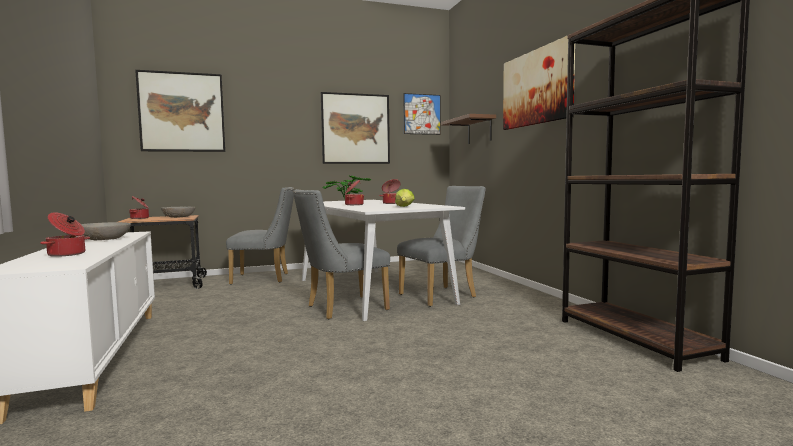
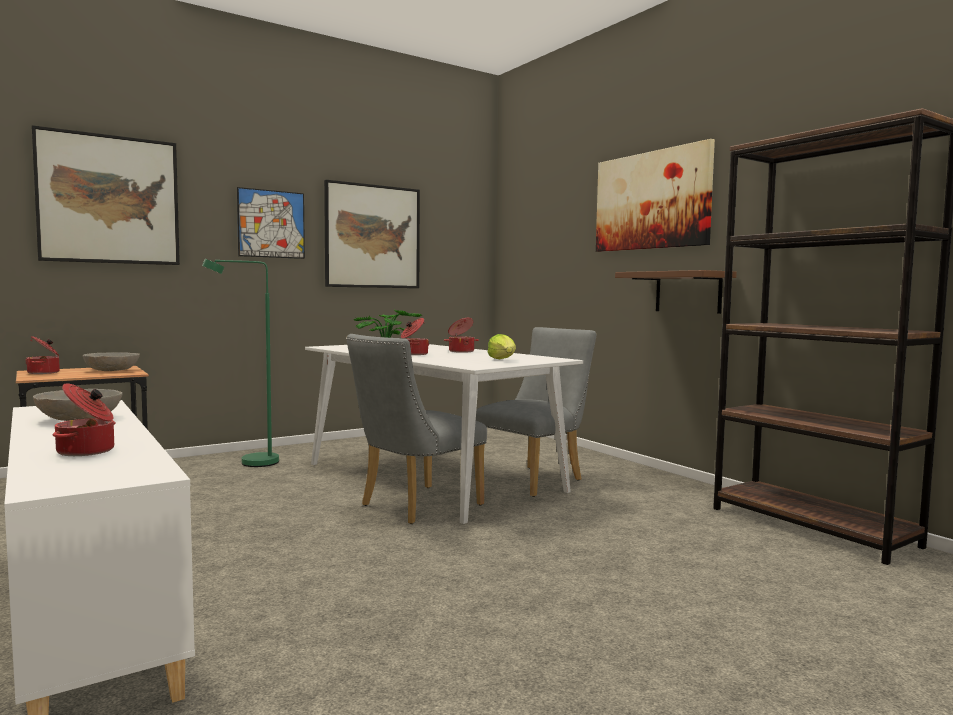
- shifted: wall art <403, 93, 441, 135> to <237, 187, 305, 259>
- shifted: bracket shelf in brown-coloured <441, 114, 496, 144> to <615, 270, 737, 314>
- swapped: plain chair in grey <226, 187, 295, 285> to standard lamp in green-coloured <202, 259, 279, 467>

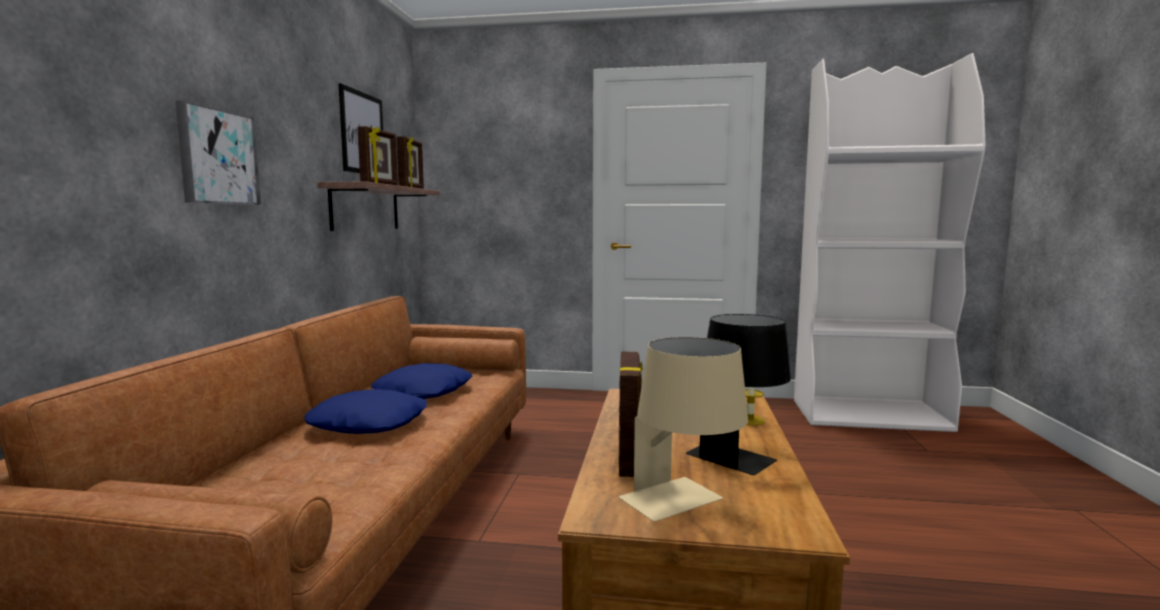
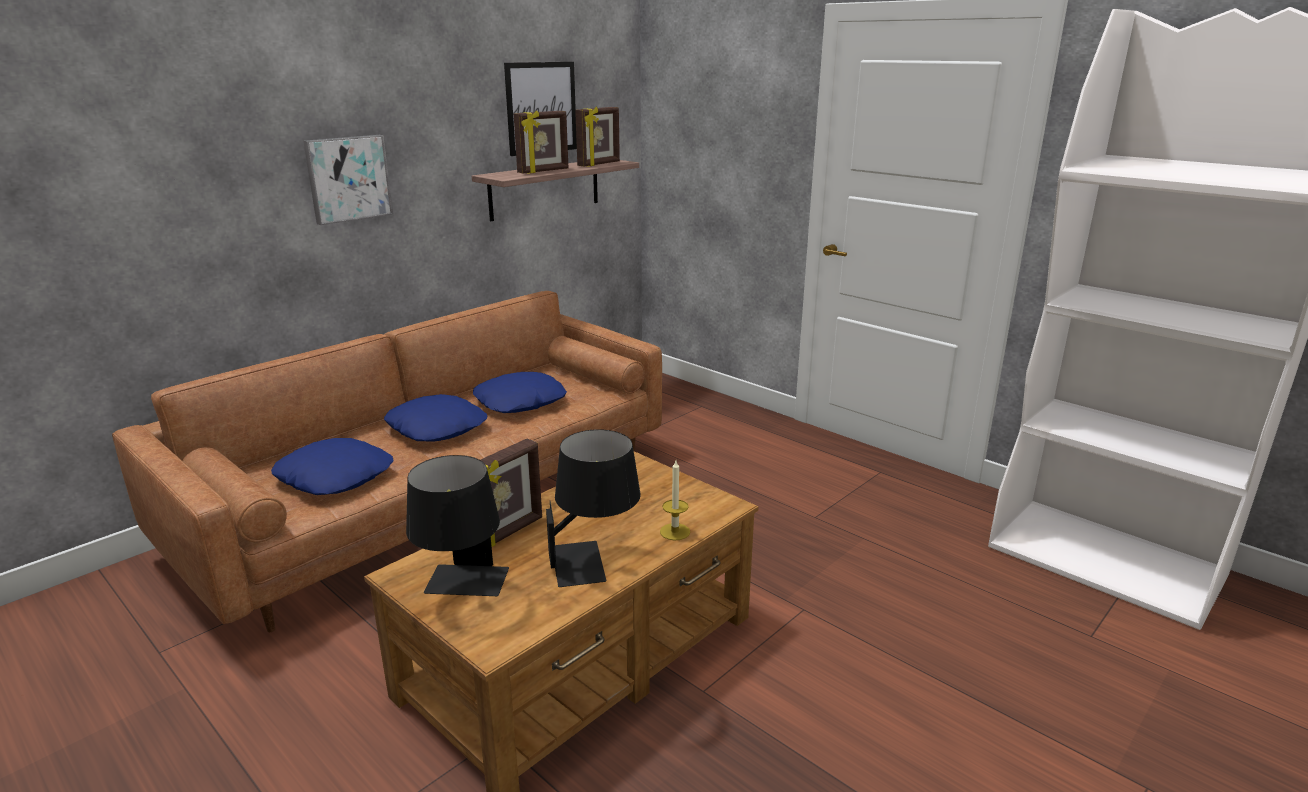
- new: cushion in bluish <271, 438, 393, 495>
- repainted: lamp for a table in sand-coloured <619, 337, 748, 522> to lamp for a table in blackish <406, 455, 509, 596>

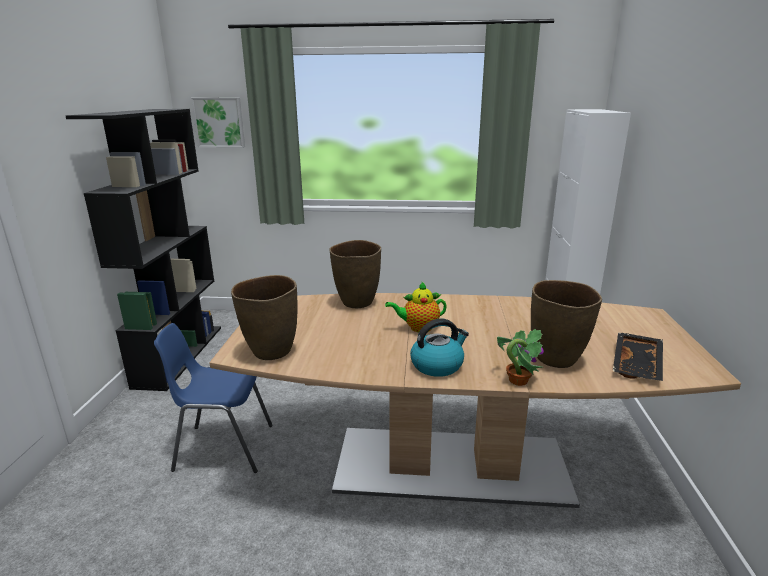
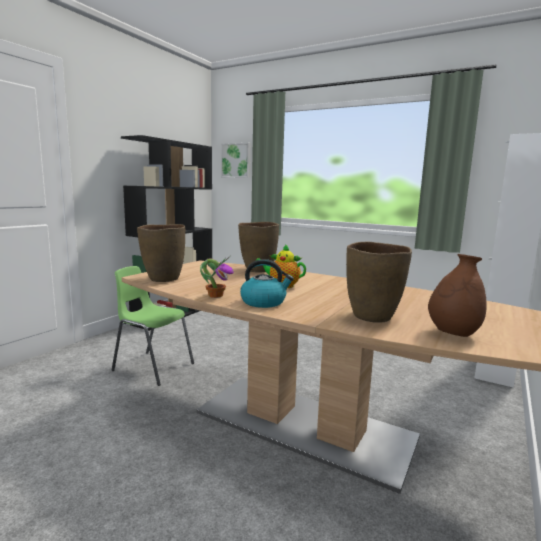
- shifted: plant in a pot <497, 329, 544, 386> to <200, 256, 234, 298>
- swapped: carrying tray in blackish <613, 332, 663, 381> to flower vase in brown-coloured <428, 254, 487, 337>
- repainted: plain chair in bluish <154, 323, 273, 473> to plain chair in green-coloured <112, 266, 194, 386>

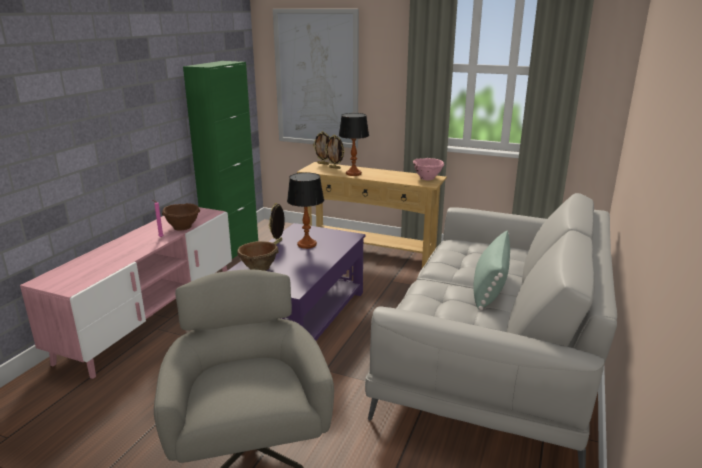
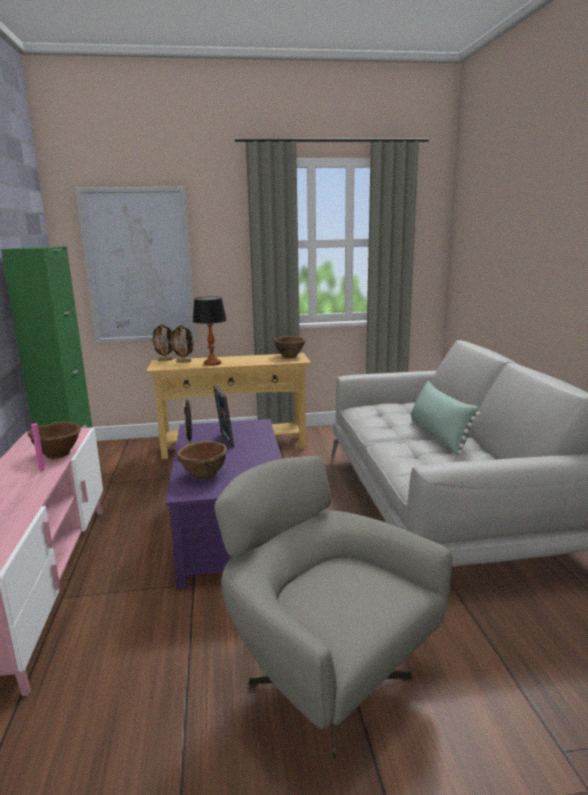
- swapped: lamp for a table <287, 172, 324, 249> to photo frame <213, 385, 235, 448>
- repainted: bowl in pink <413, 158, 444, 180> to bowl in brown-coloured <273, 336, 306, 358>

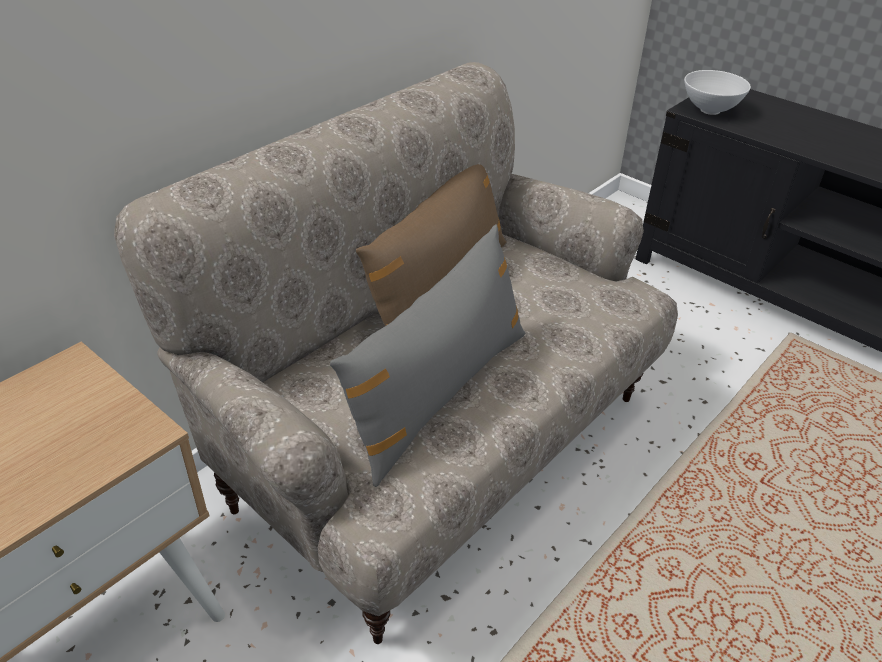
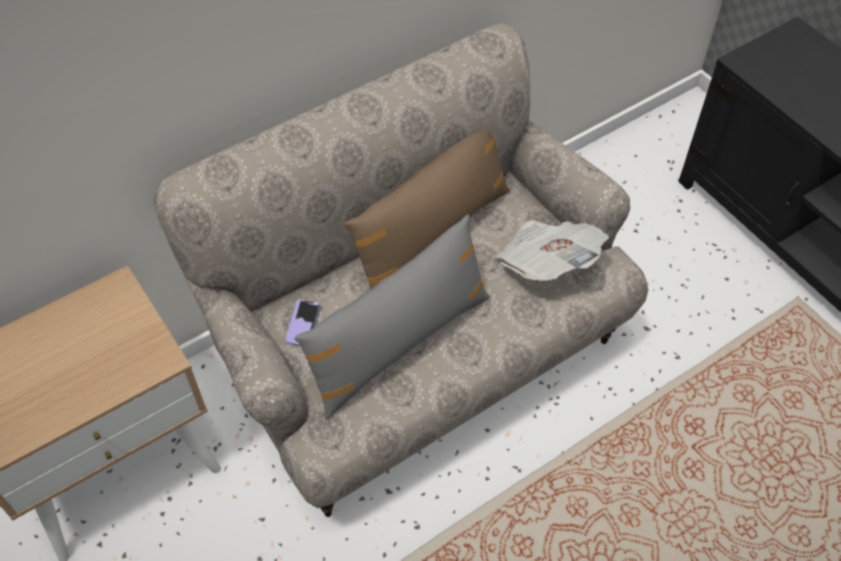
- gone: bowl in whitish <684, 70, 751, 115>
- new: phone <286, 299, 321, 346>
- new: newspaper <496, 221, 609, 281>

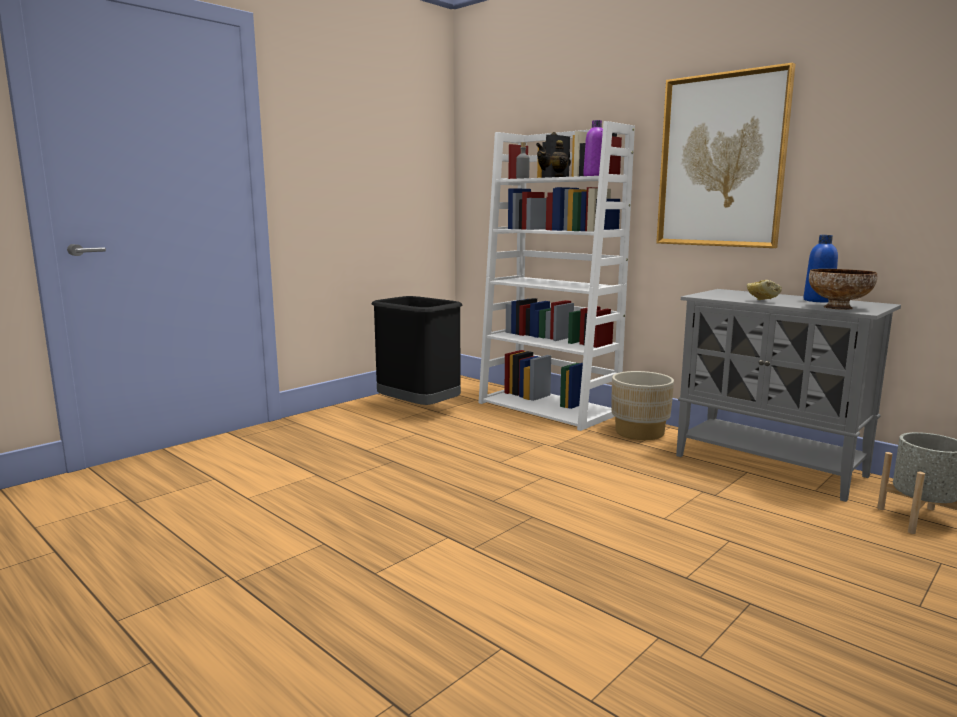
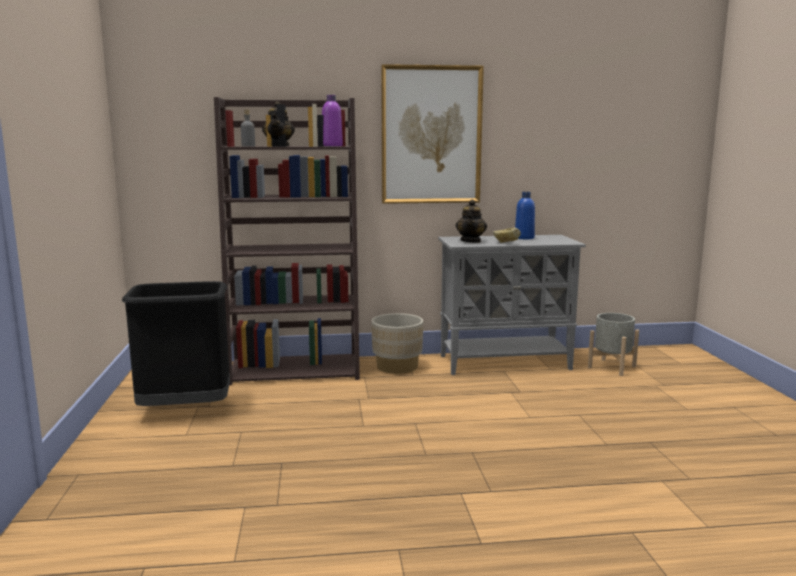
- gone: bowl <809, 269, 877, 310>
- new: pot for tea <456, 199, 487, 243>
- repainted: bookshelf in whitish <479, 121, 635, 431> to bookshelf in brown-coloured <214, 97, 360, 385>

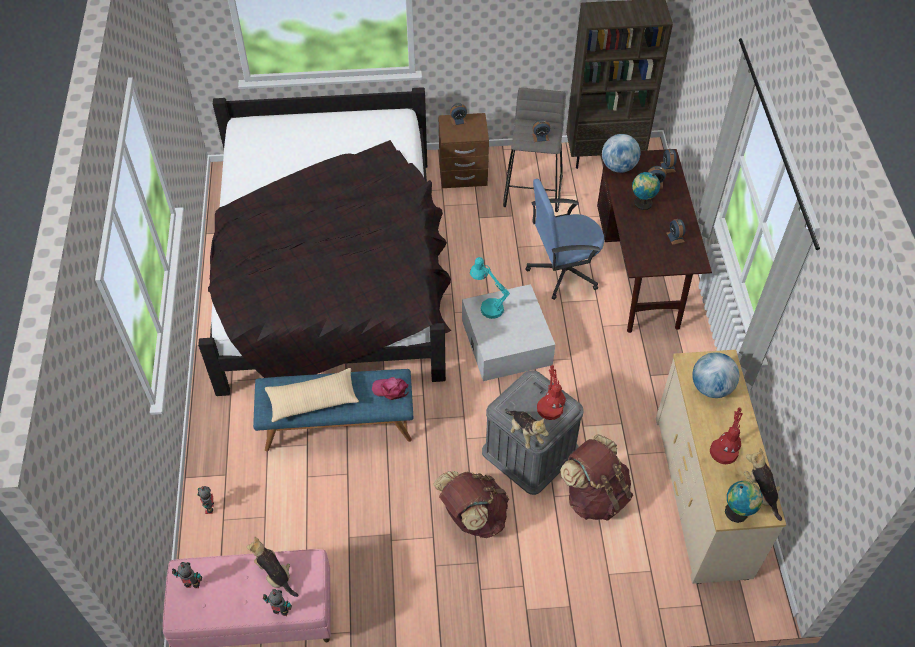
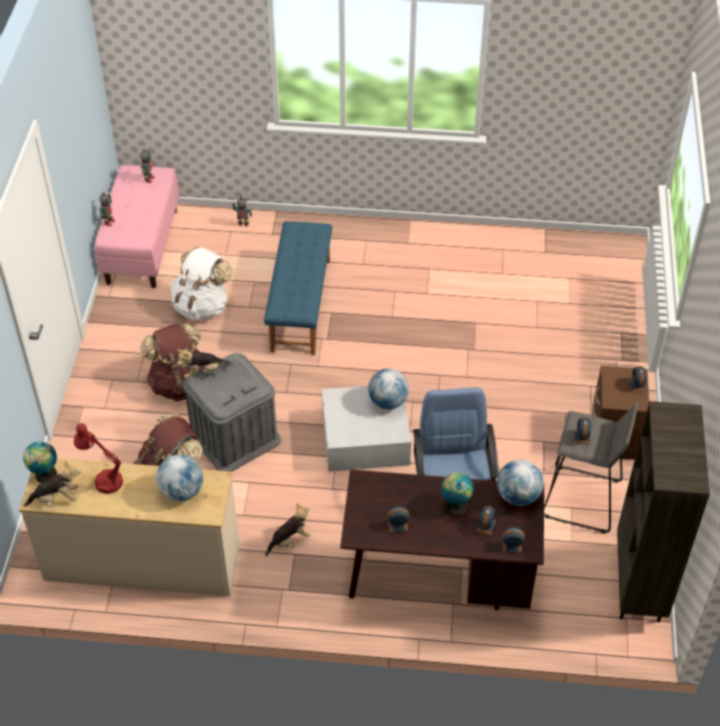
- gone: bed in blackish <198, 87, 451, 396>
- gone: cushion in sand-coloured <265, 368, 359, 422>
- gone: peaked cap in pink <372, 377, 409, 400>
- gone: lamp for a table in red <537, 366, 566, 420>
- new: backpack in whitish <171, 246, 233, 321>
- shifted: soft toy <247, 537, 298, 597> to <265, 503, 311, 556>
- swapped: lamp for a table in turquoise <470, 257, 510, 319> to desk globe <368, 368, 409, 409>

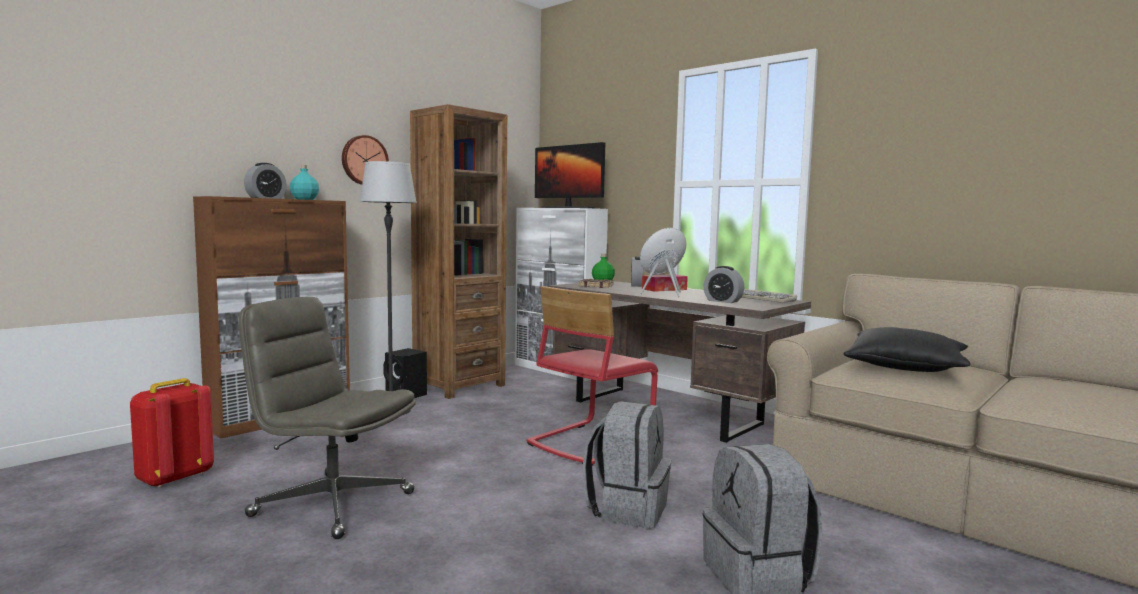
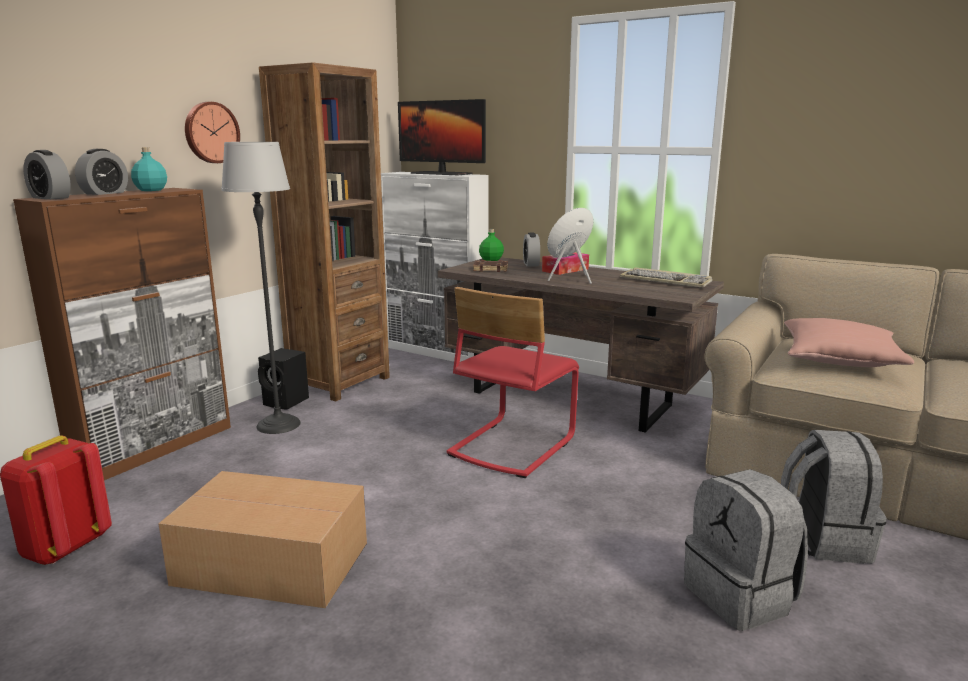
- shifted: backpack in grey <583, 401, 671, 528> to <781, 430, 887, 564>
- shifted: bedside clock <703, 266, 744, 303> to <24, 150, 71, 200>
- swapped: computer chair in grey <238, 297, 416, 539> to carton <158, 471, 367, 608>
- repainted: cushion in blackish <843, 327, 971, 372> to cushion in pink <784, 318, 914, 367>

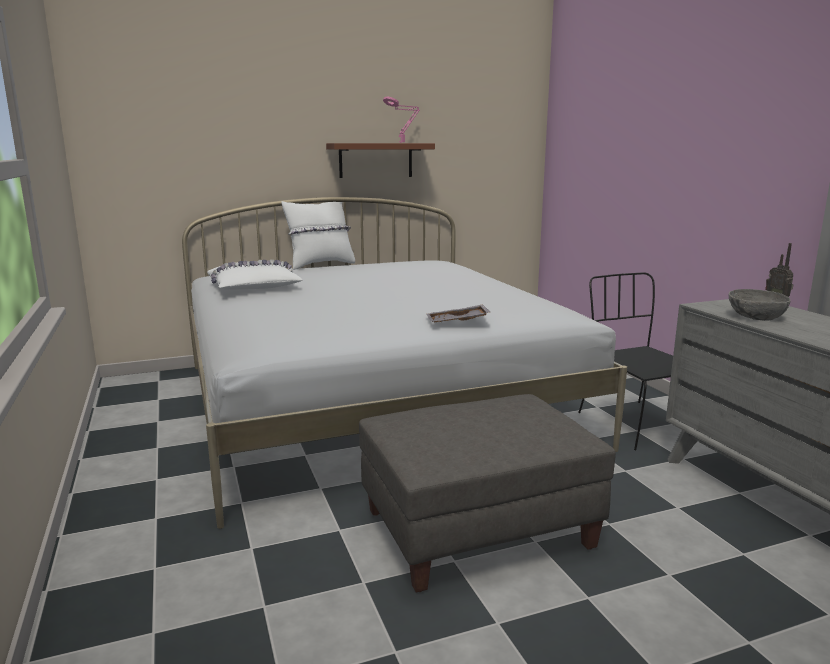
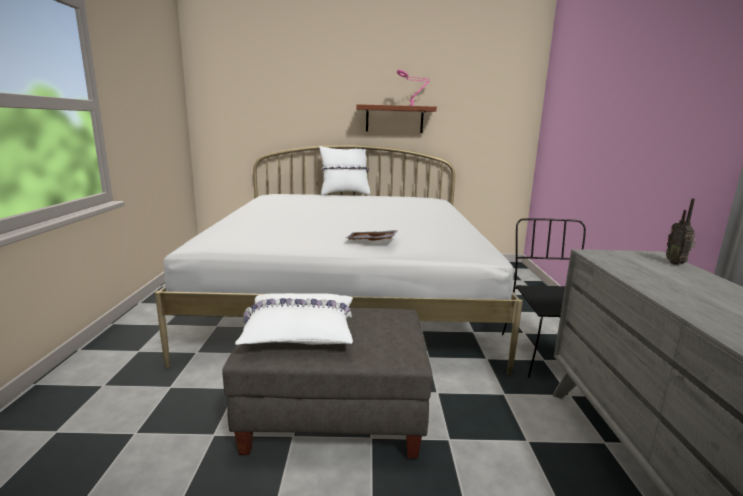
- gone: bowl in grey <729, 289, 791, 321>
- shifted: cushion in whitish <207, 260, 302, 290> to <235, 293, 353, 345>

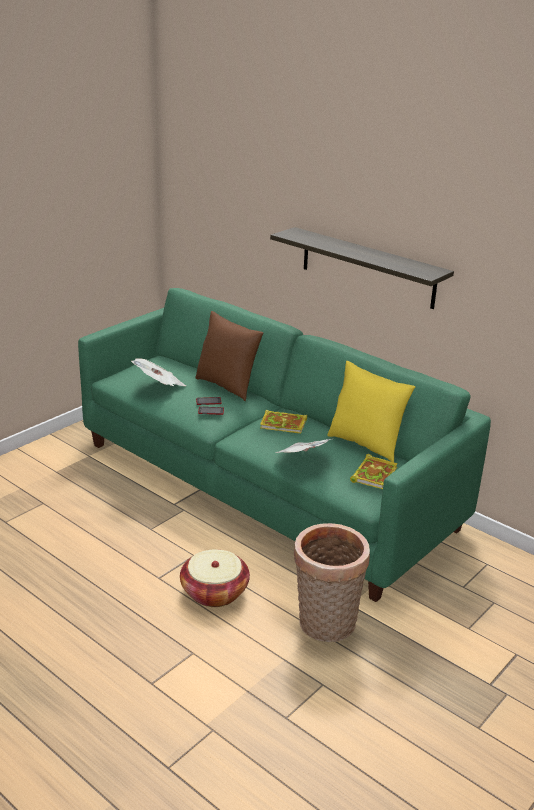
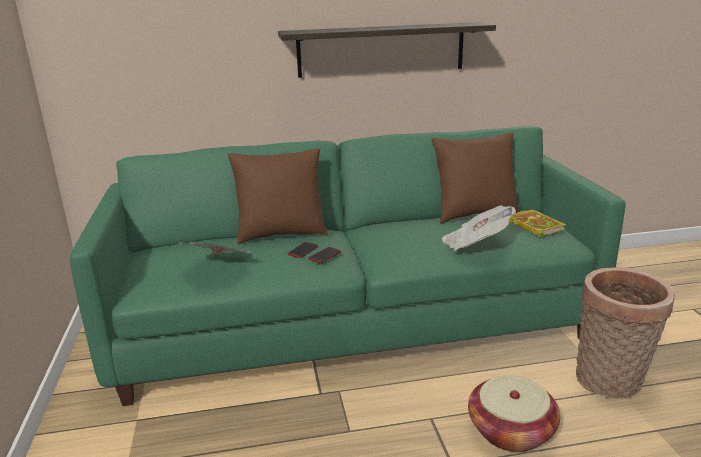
- gone: volume <260, 410, 307, 433>
- repainted: cushion in yellow <327, 361, 415, 462> to cushion in brown-coloured <431, 133, 520, 223>

